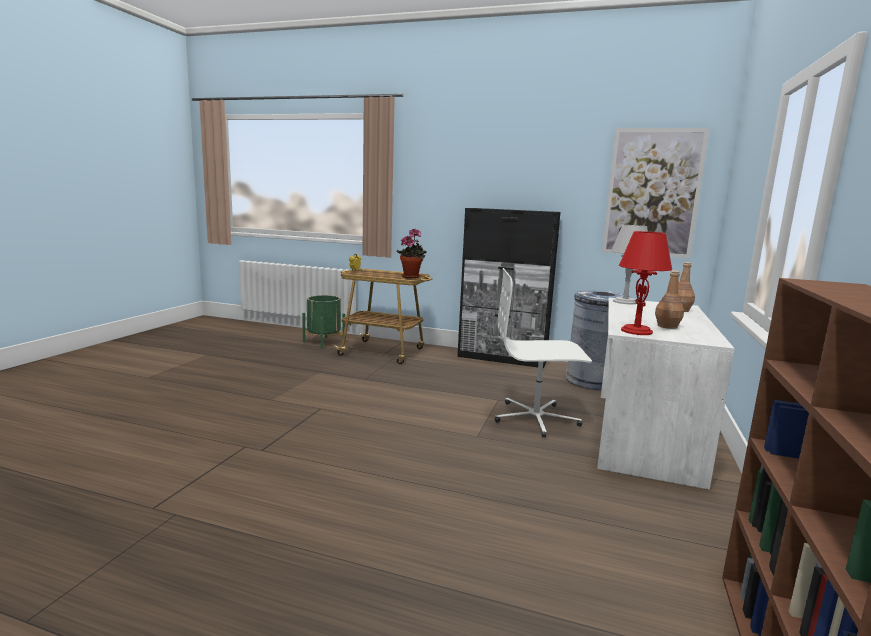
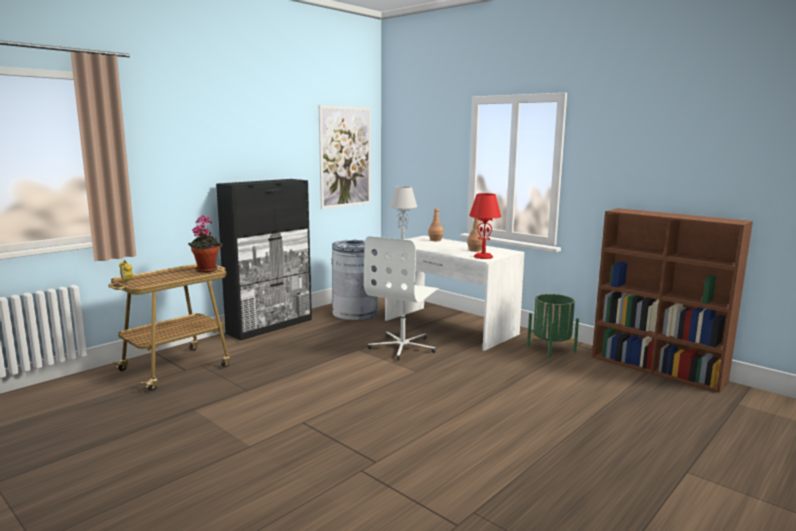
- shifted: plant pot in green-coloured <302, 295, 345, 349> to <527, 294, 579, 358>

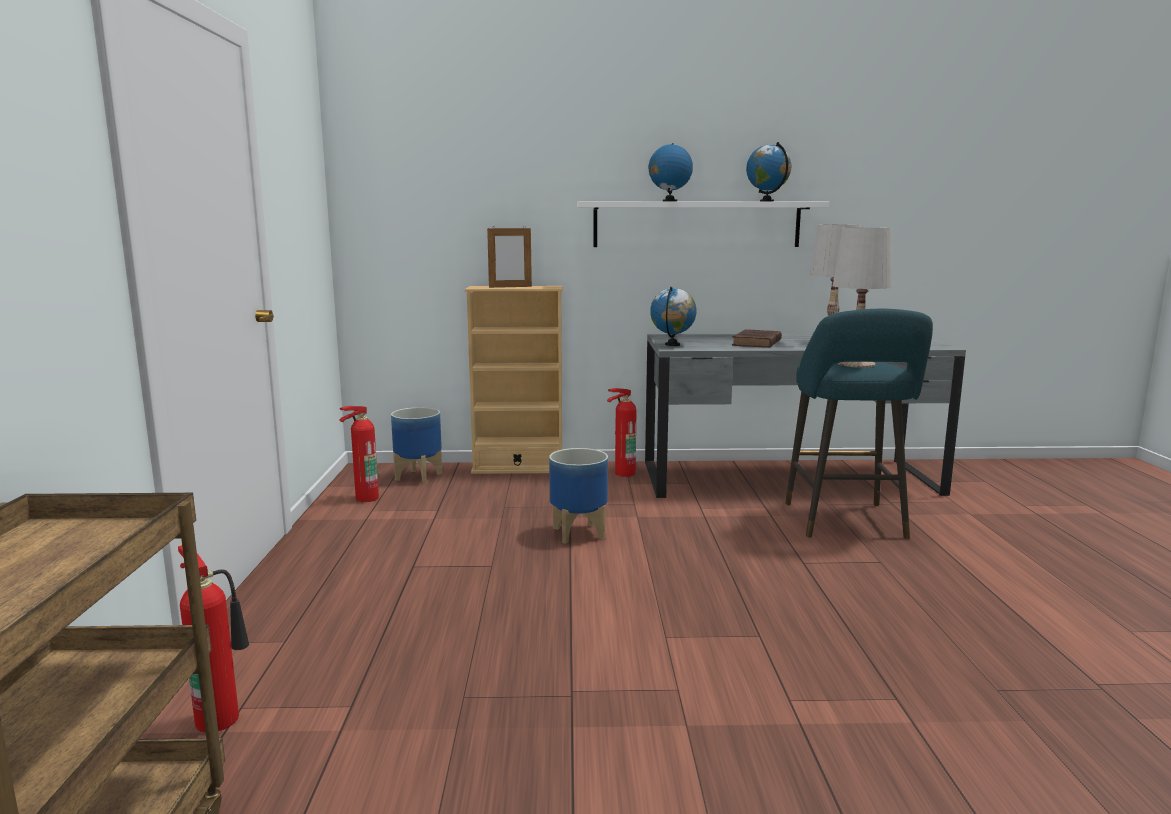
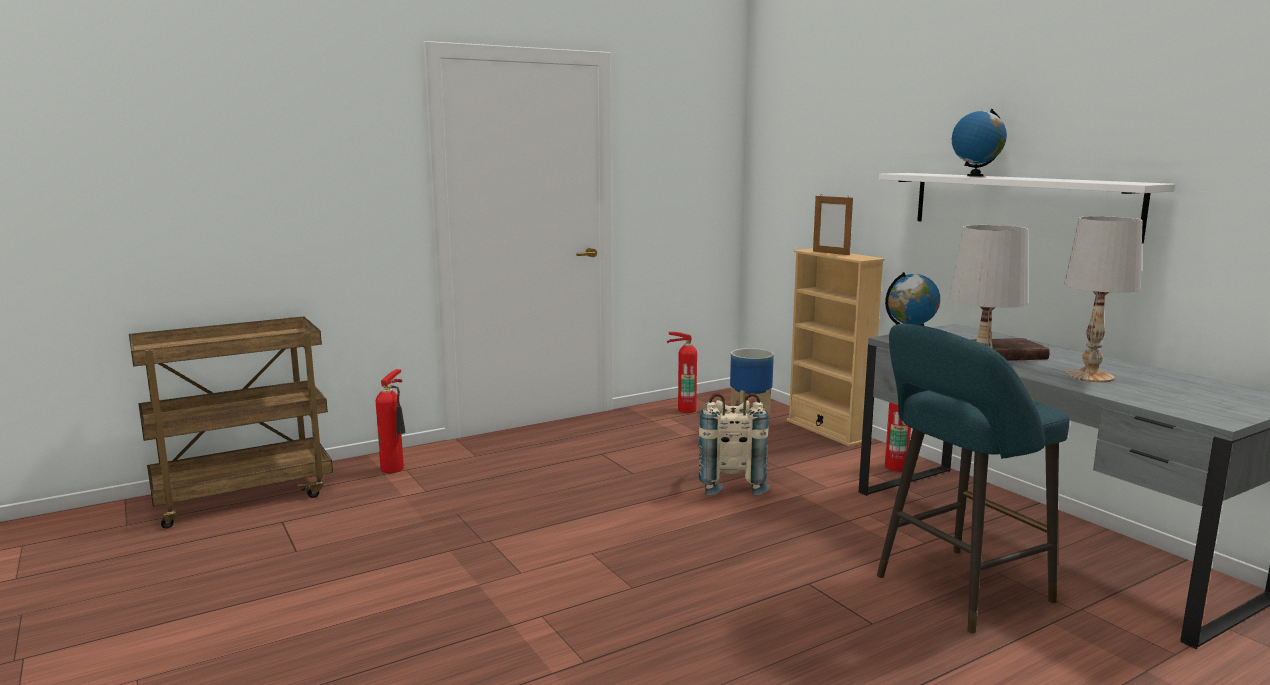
- gone: desk globe <746, 142, 791, 202>
- swapped: plant pot <549, 448, 608, 544> to backpack in sand-coloured <698, 393, 770, 495>

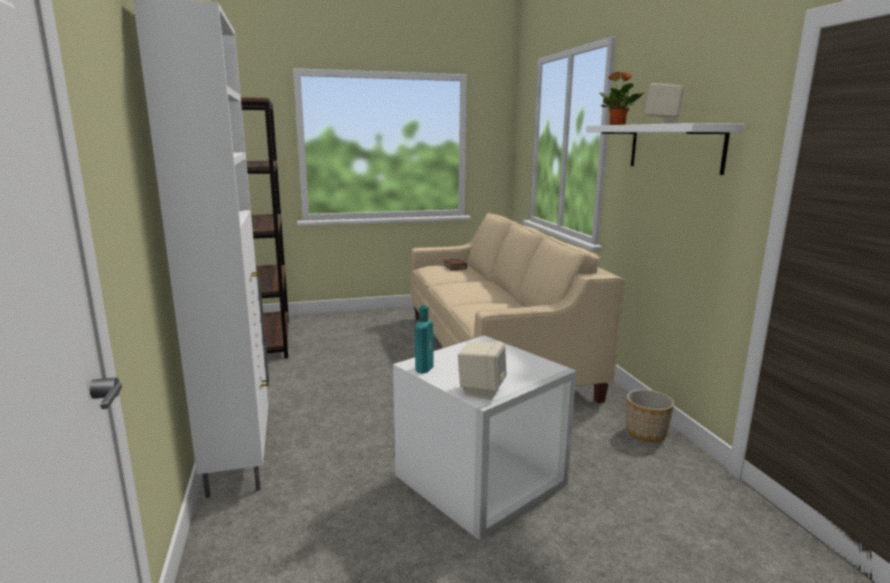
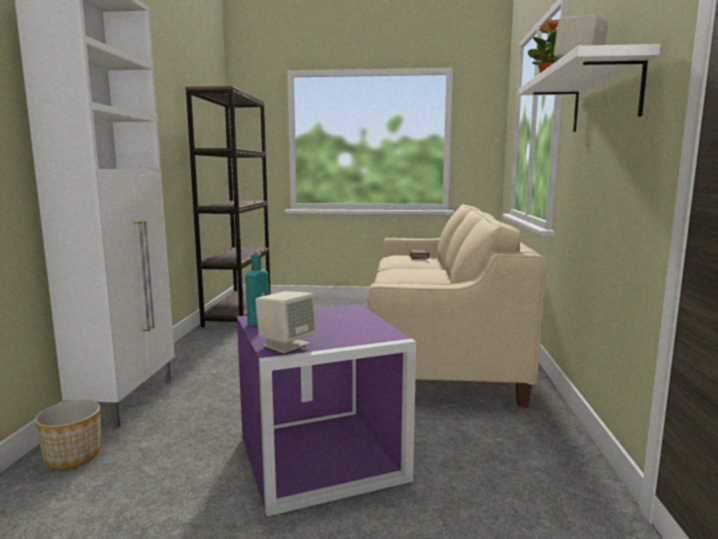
- shifted: plant pot <626, 389, 674, 442> to <34, 400, 101, 469>
- repainted: storage box in whitish <393, 335, 577, 541> to storage box in purple <237, 304, 416, 516>

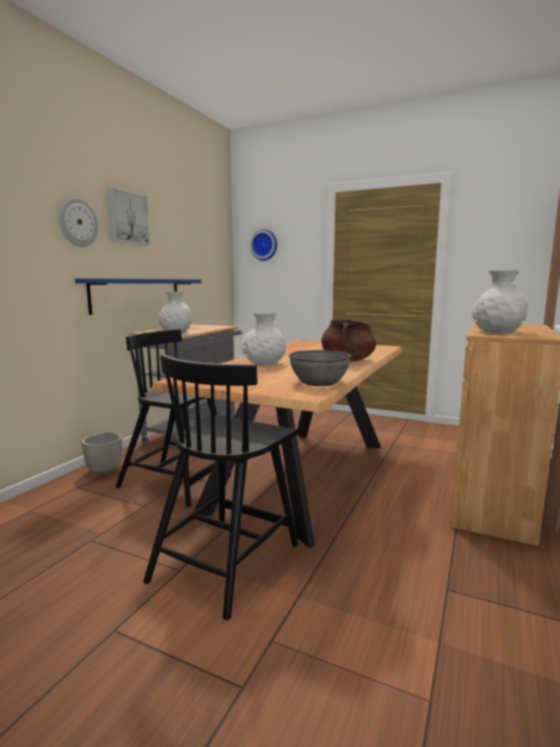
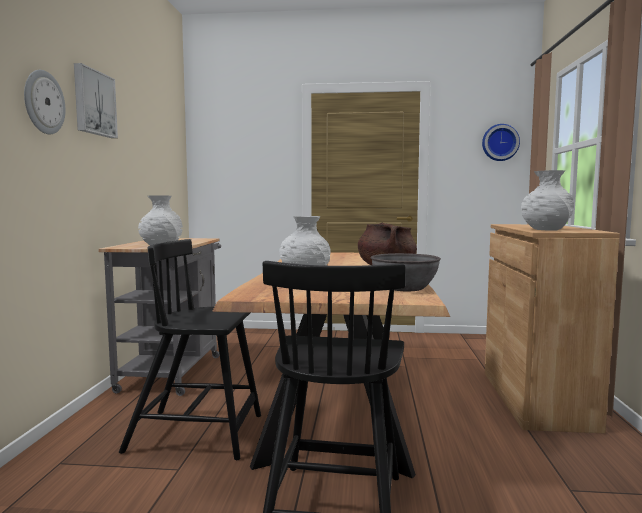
- gone: bracket shelf in bluish <75, 278, 201, 315>
- gone: plant pot in grey <82, 433, 122, 475>
- shifted: clock on the wall <250, 229, 277, 261> to <482, 124, 520, 161>

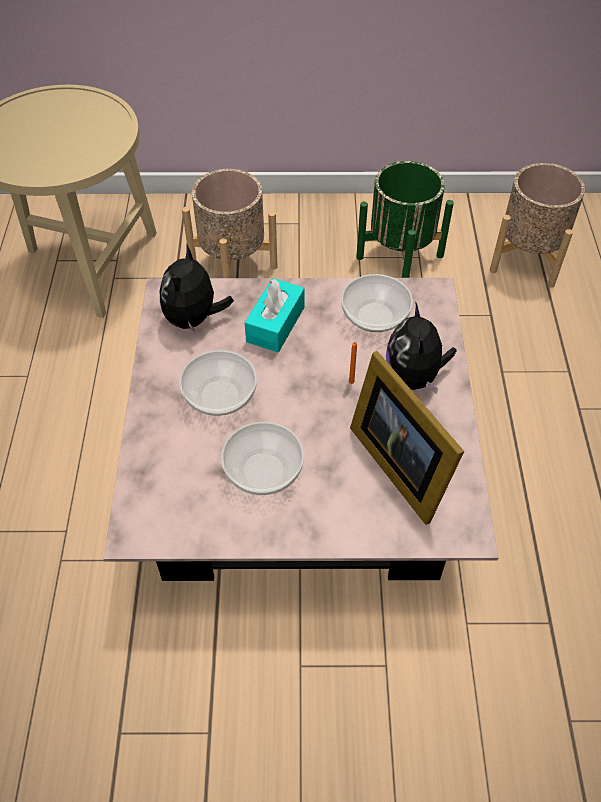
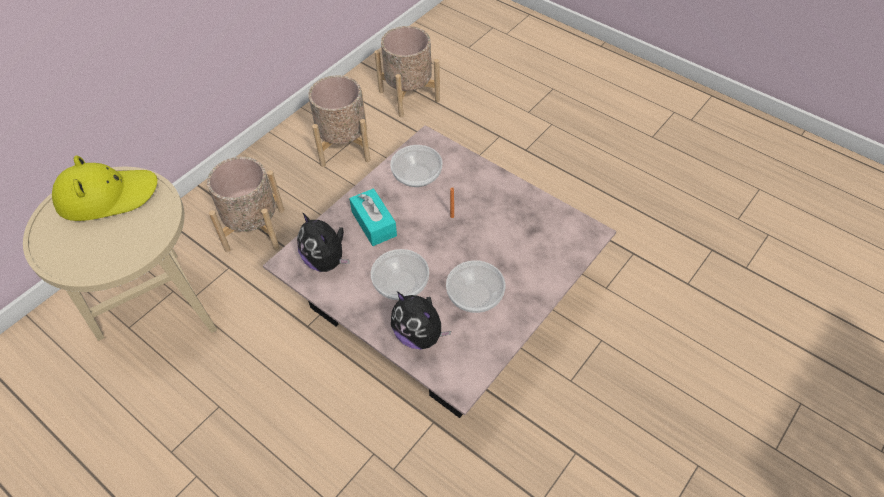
- gone: photo frame <350, 351, 464, 525>
- new: wearable hat in yellow <52, 156, 157, 221>
- shifted: soft toy <386, 301, 457, 394> to <391, 291, 451, 350>
- repainted: plant pot in green-coloured <356, 161, 454, 278> to plant pot in sand-coloured <308, 75, 370, 167>

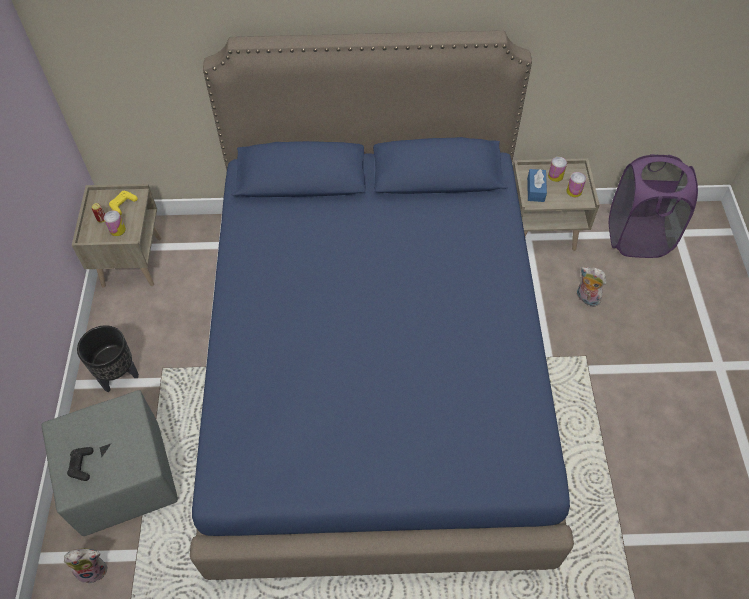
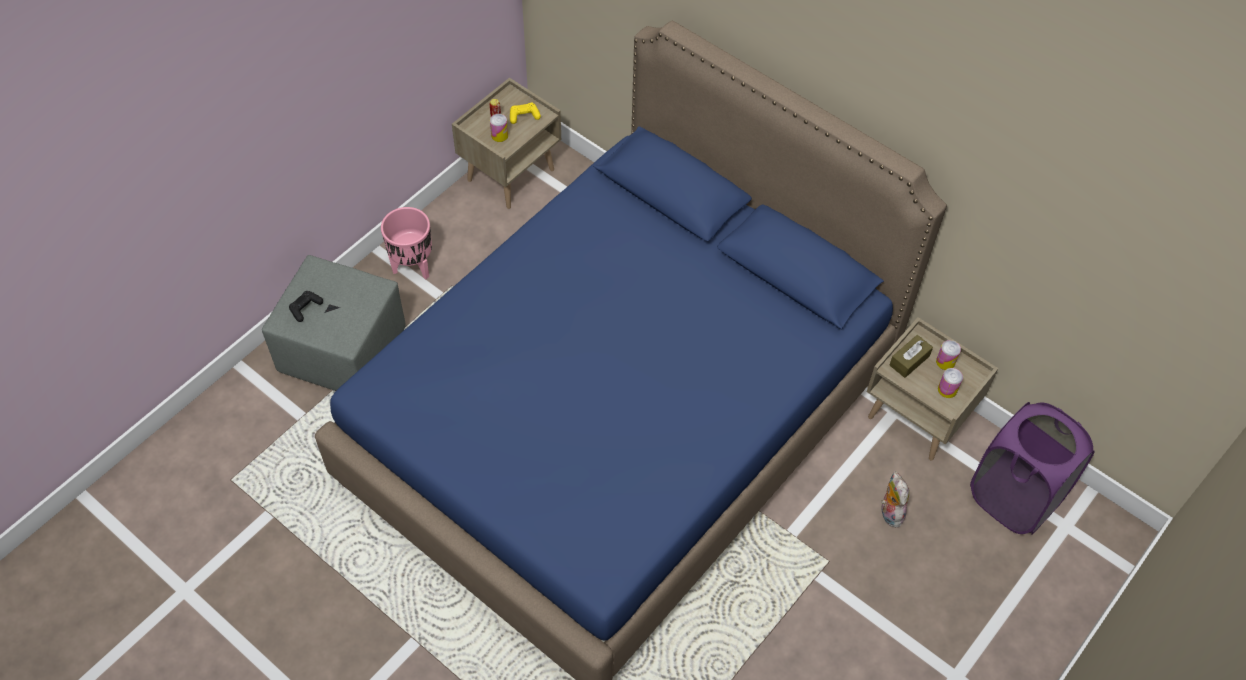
- gone: soft toy <64, 547, 107, 584>
- repainted: plant pot in blackish <77, 325, 139, 392> to plant pot in pink <381, 207, 432, 279>
- repainted: tissue holder in bluish <527, 169, 547, 202> to tissue holder in brown-coloured <889, 335, 933, 378>

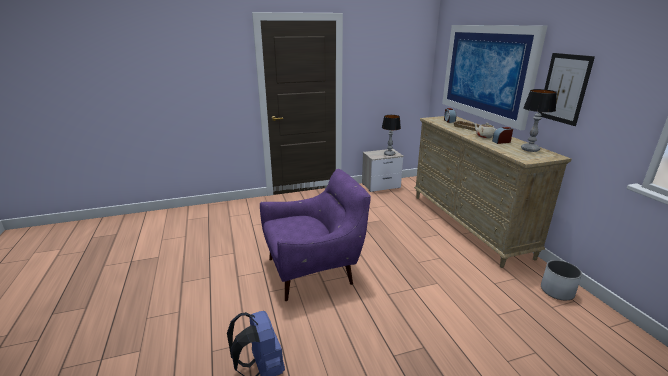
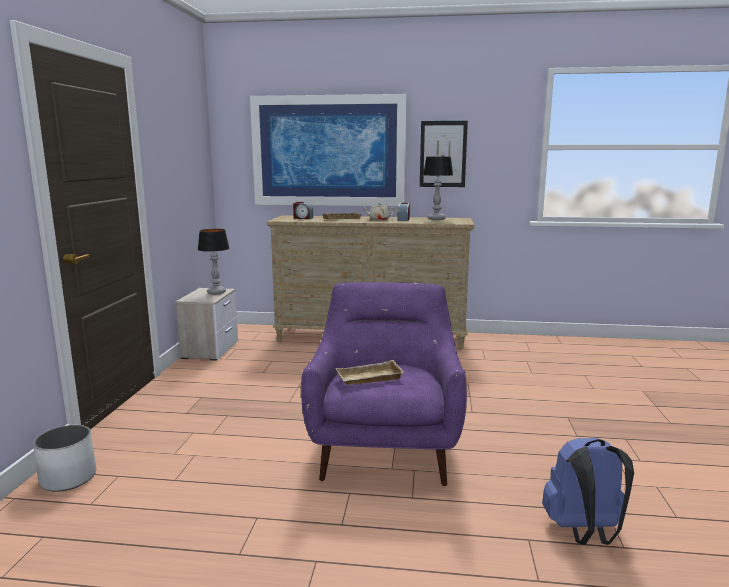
- new: carrying tray in sand-coloured <336, 360, 404, 385>
- shifted: plant pot in whitish <541, 260, 582, 300> to <33, 425, 96, 492>

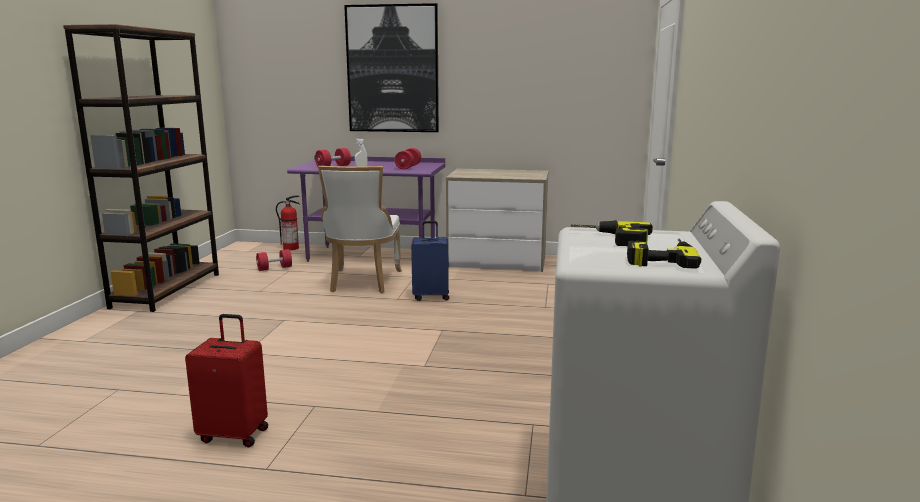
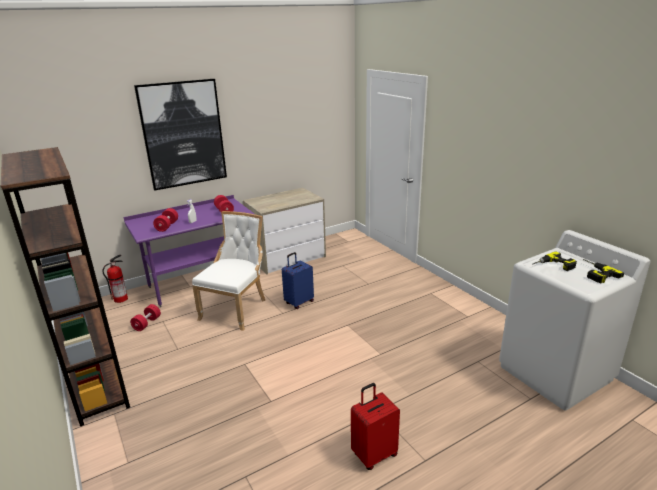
- rotated: plain chair in whitish <318, 166, 402, 293> = <192, 211, 265, 331> 120 degrees counterclockwise

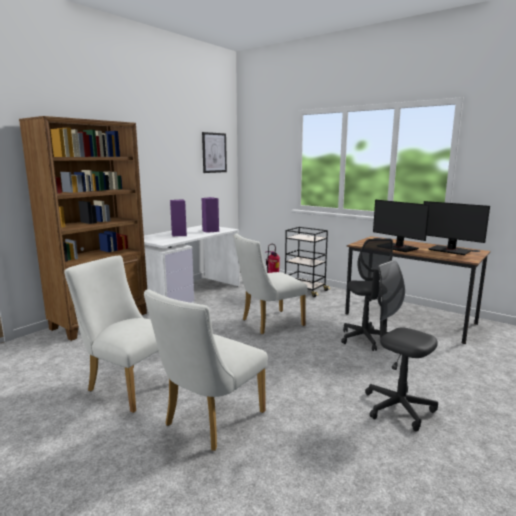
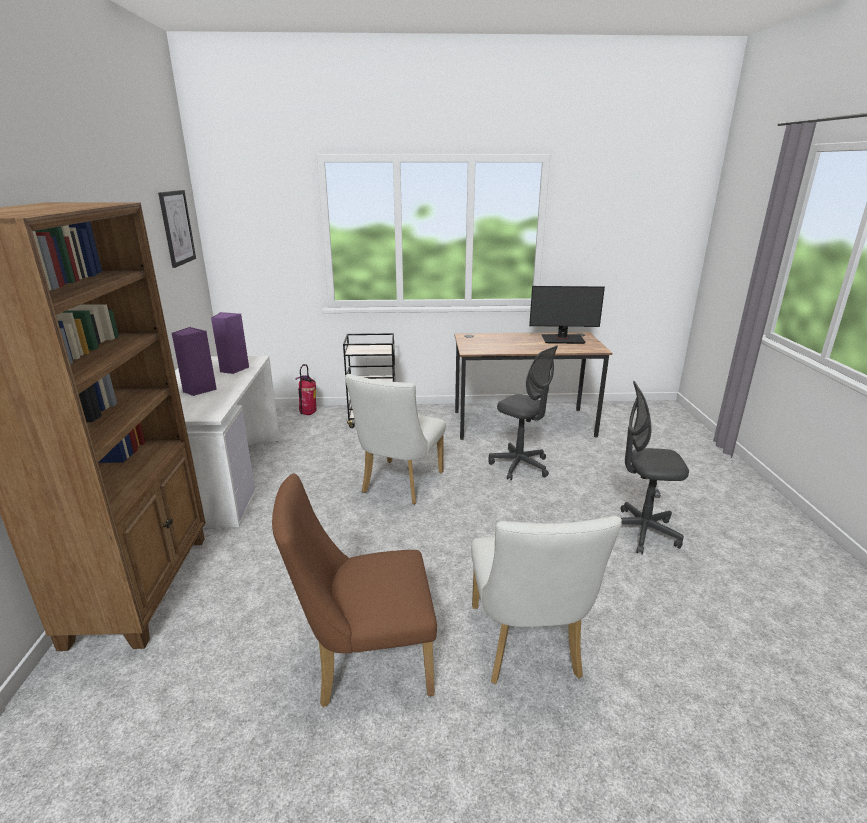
- gone: monitor <373, 200, 429, 252>
- repainted: plain chair in whitish <64, 256, 159, 413> to plain chair in brown-coloured <272, 473, 437, 707>

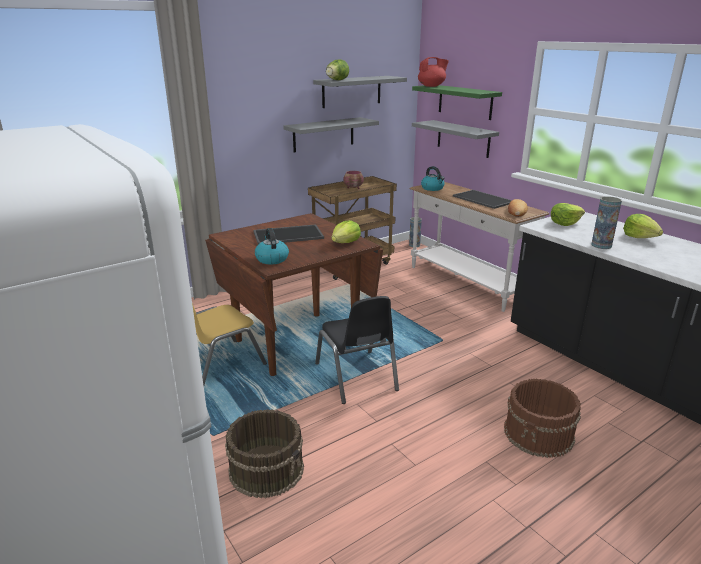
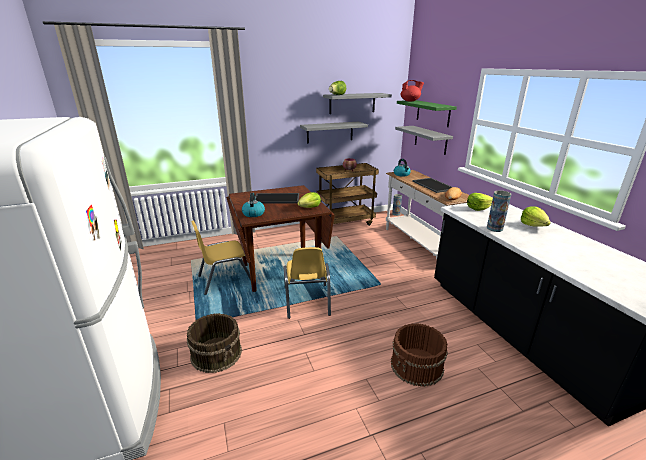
- repainted: plain chair in blackish <315, 296, 399, 404> to plain chair in yellow <284, 247, 331, 319>

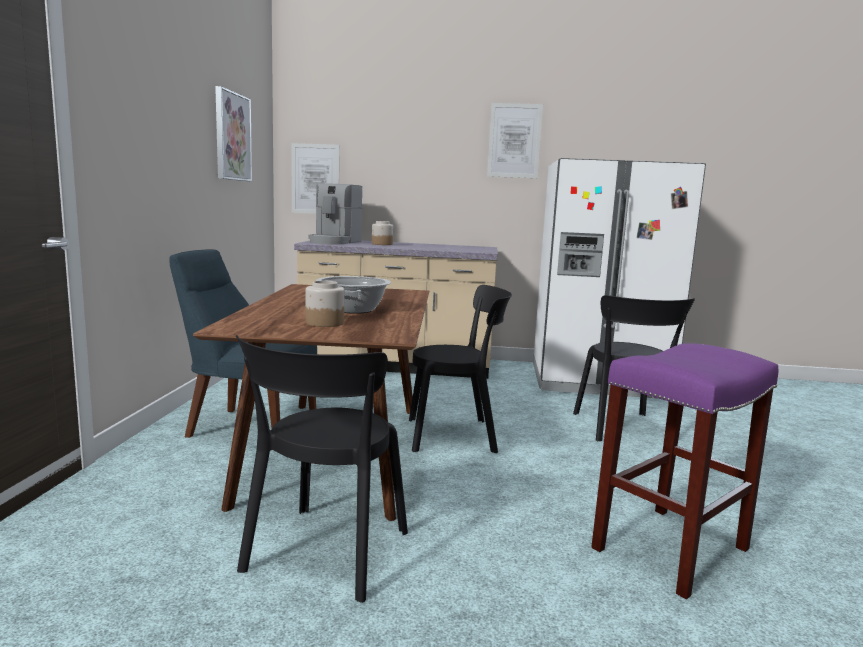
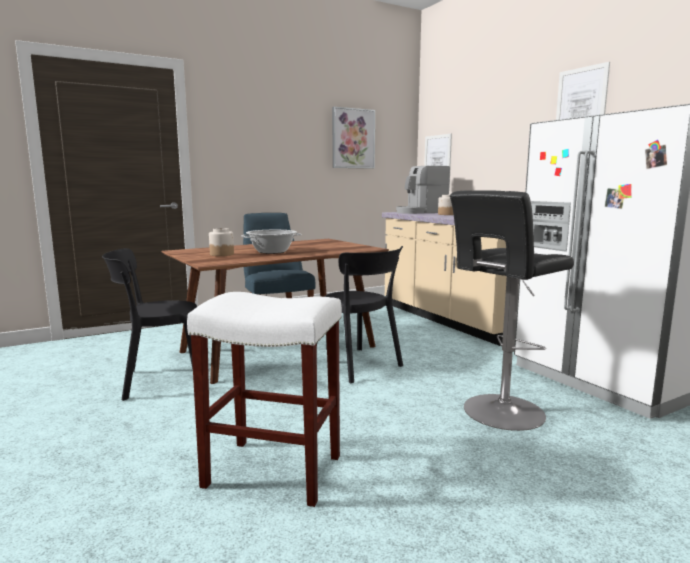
- swapped: plain chair in blackish <573, 295, 695, 441> to stool in blackish <450, 190, 574, 431>
- repainted: stool in purple <591, 343, 778, 599> to stool in whitish <187, 292, 342, 507>

